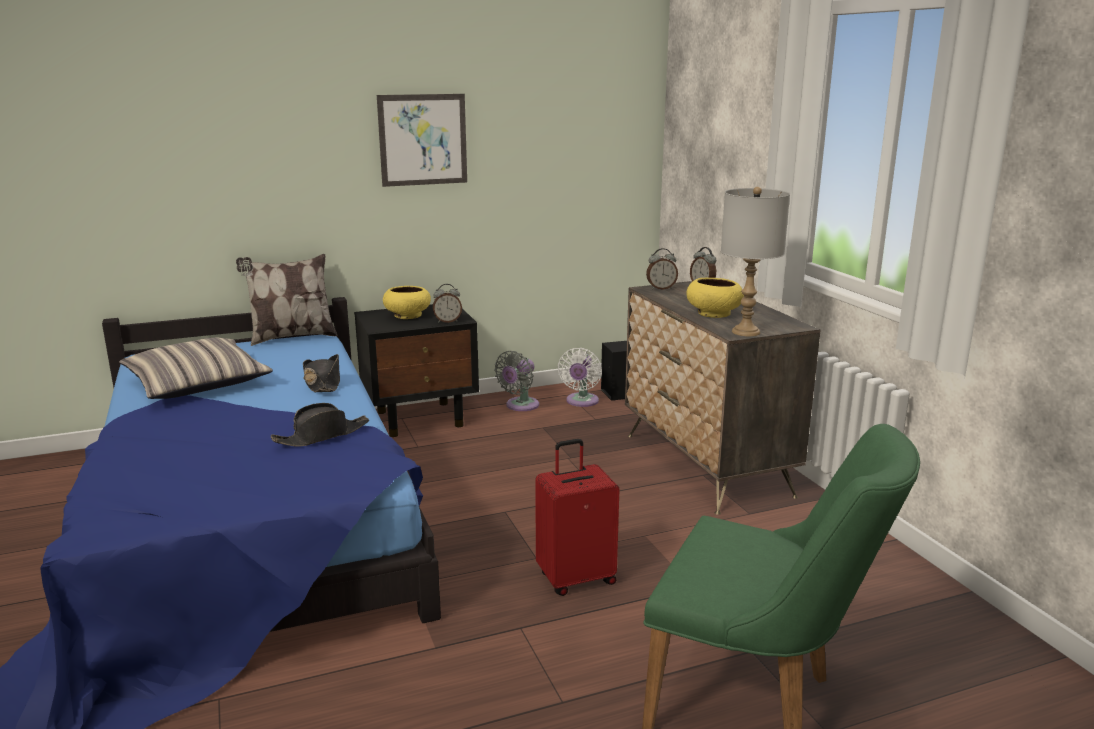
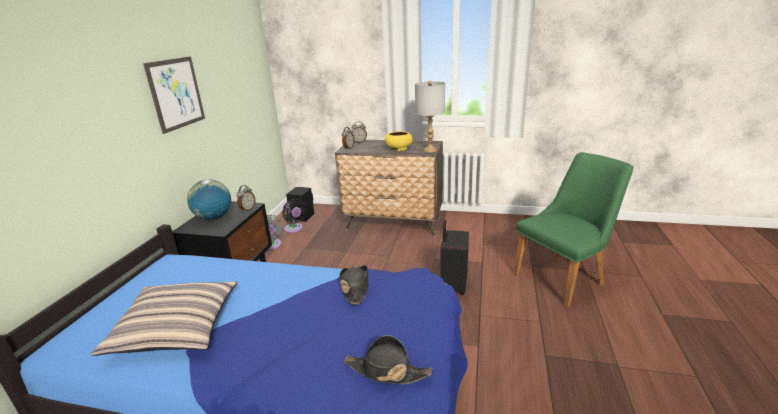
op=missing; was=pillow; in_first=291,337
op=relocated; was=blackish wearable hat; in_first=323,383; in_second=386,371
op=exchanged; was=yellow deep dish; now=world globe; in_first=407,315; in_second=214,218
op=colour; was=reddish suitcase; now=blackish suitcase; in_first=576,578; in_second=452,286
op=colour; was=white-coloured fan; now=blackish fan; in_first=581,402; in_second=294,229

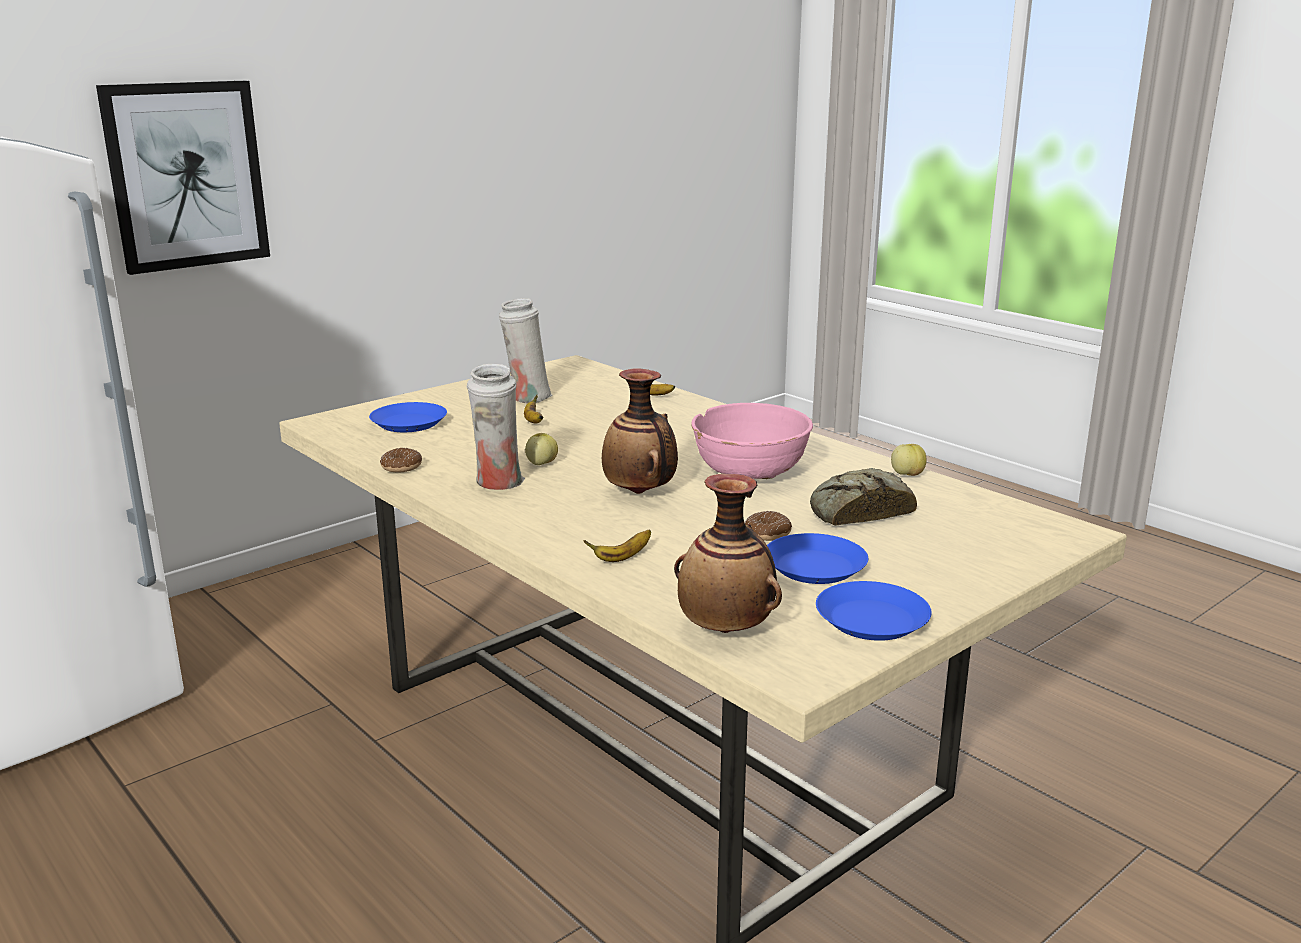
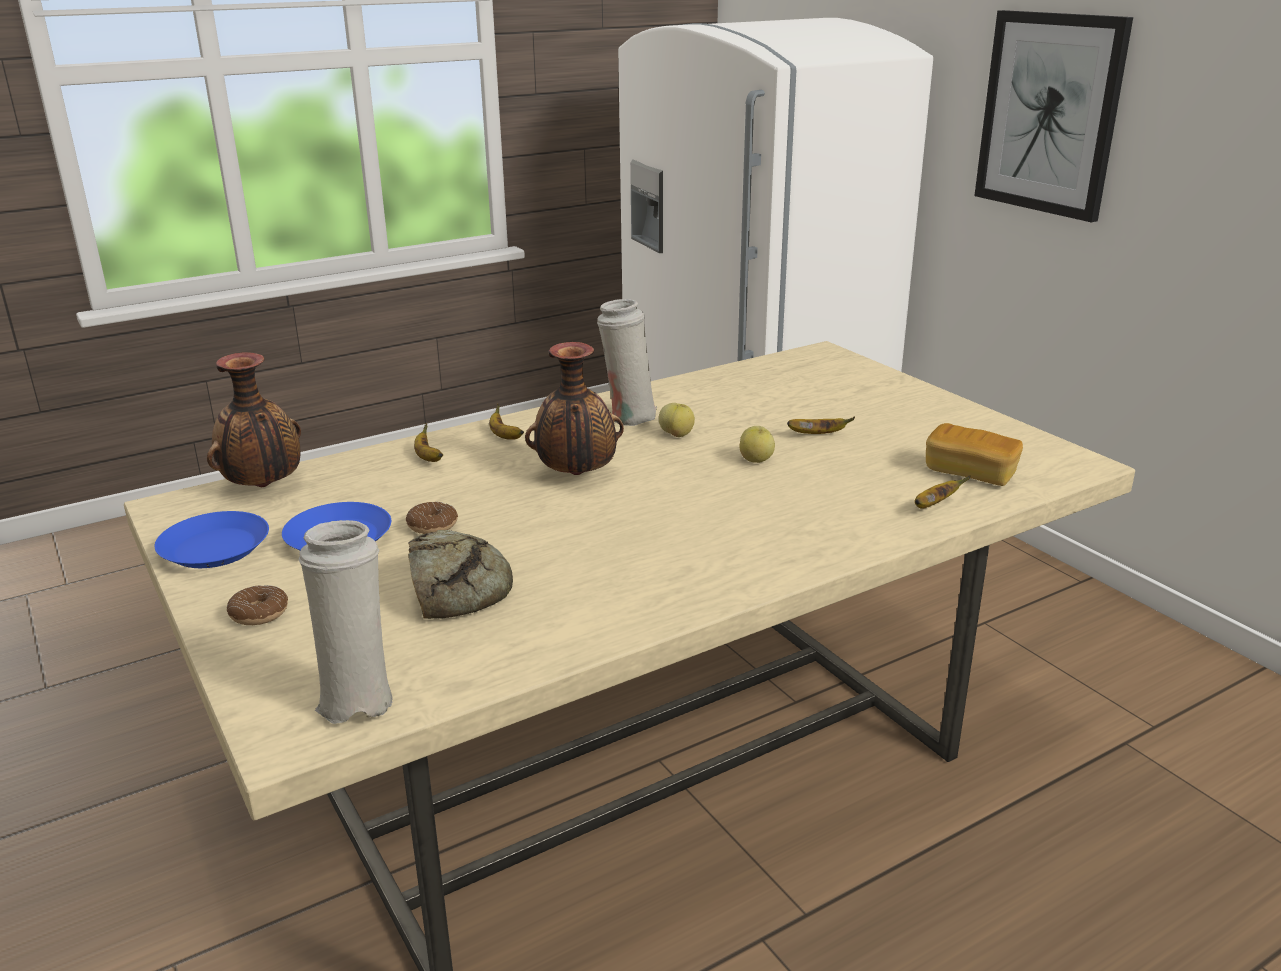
op=missing; was=blue-coloured flat dish; in_first=409,423
op=relocated; was=doughnut; in_first=401,467; in_second=259,613
op=relocated; was=white-coloured vase; in_first=527,398; in_second=357,699
op=missing; was=pinkish deep dish; in_first=750,473
op=relocated; was=apple fruit; in_first=907,474; in_second=756,460
op=appeared; now=banana fruit; in_second=504,436
op=appeared; now=bread; in_second=970,473

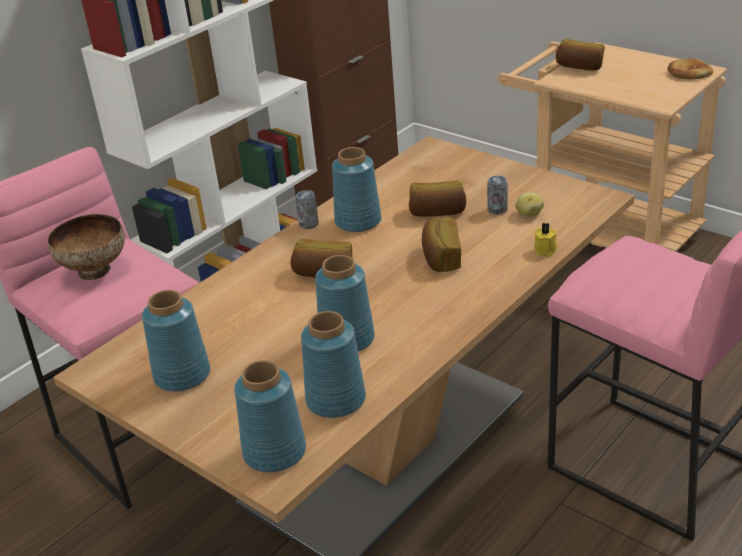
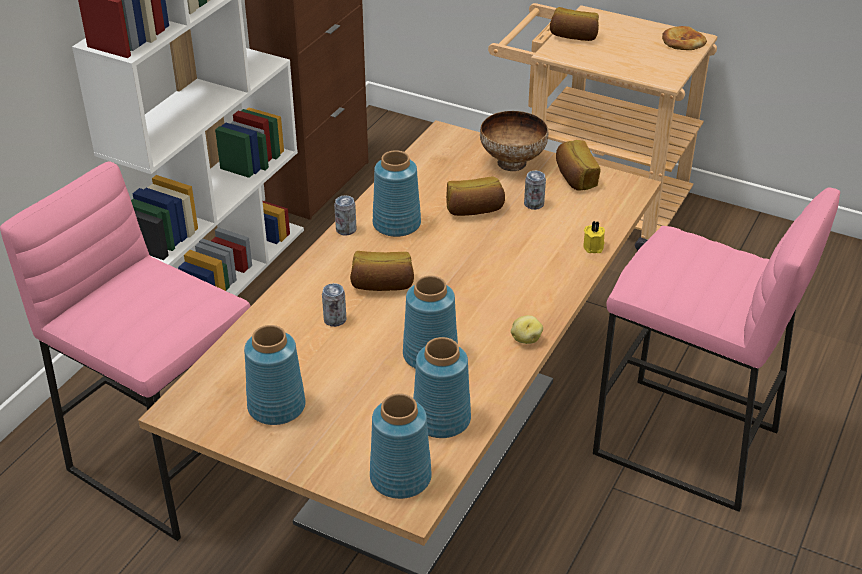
op=relocated; was=deep dish; in_first=95,271; in_second=513,163
op=relocated; was=bread; in_first=441,258; in_second=575,177
op=relocated; was=whole potato; in_first=528,214; in_second=525,339
op=appeared; now=can; in_second=335,320

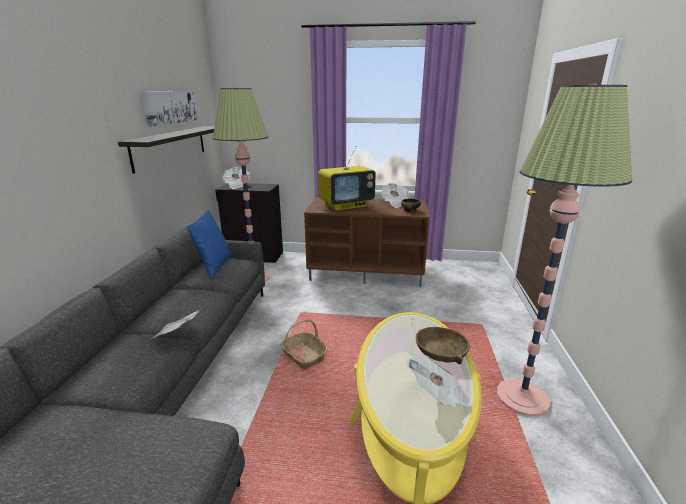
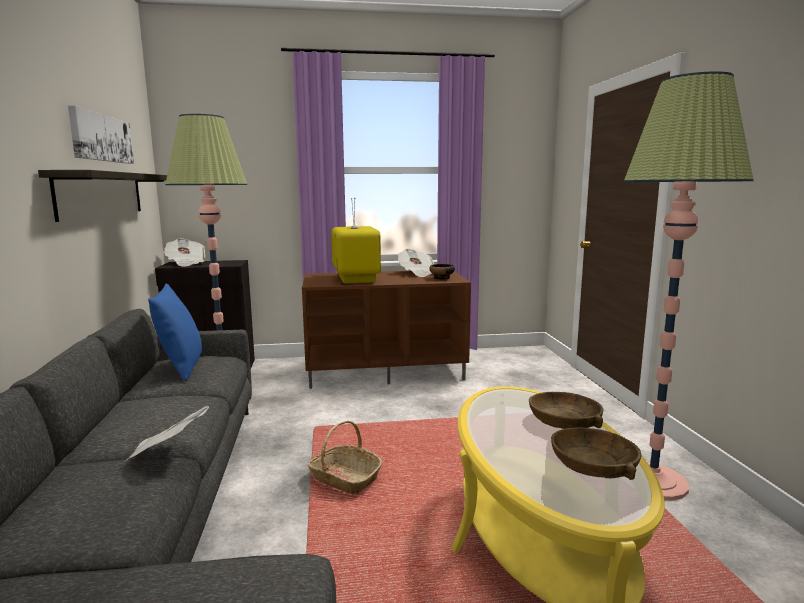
op=spun; was=TV; in_first=346,205; in_second=355,278; clockwise=-60
op=exchanged; was=daily paper; now=brown-coloured deep dish; in_first=438,395; in_second=594,464

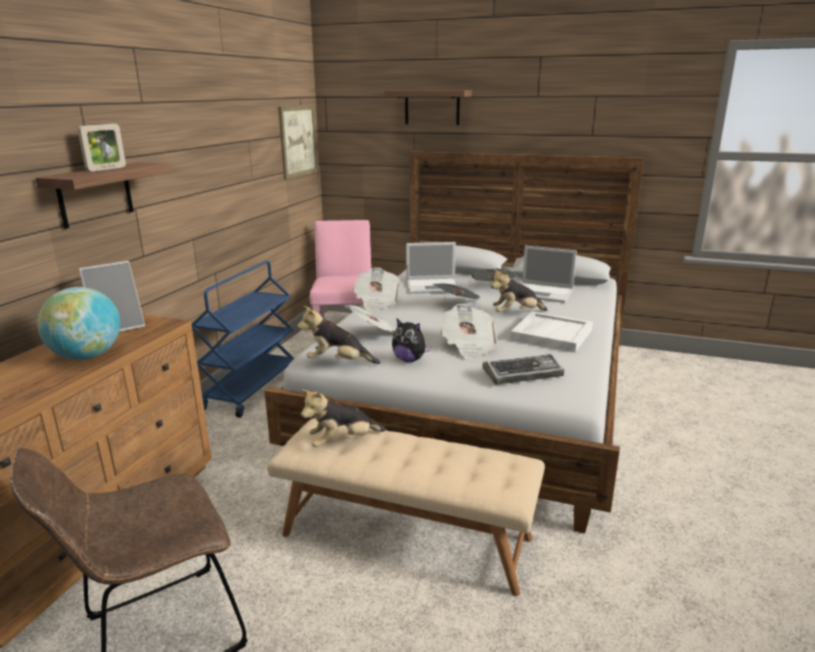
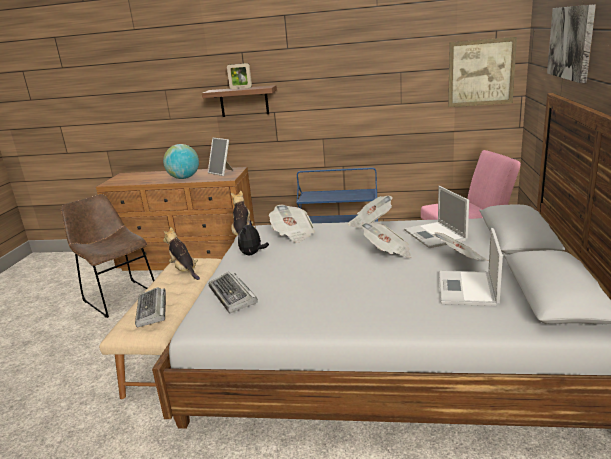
op=exchanged; was=shelf; now=wall art; in_first=432,107; in_second=571,42
op=missing; was=daily paper; in_first=468,346
op=missing; was=cuddly toy; in_first=516,313
op=missing; was=white-coloured carrying tray; in_first=551,334
op=appeared; now=PC keyboard; in_second=152,311

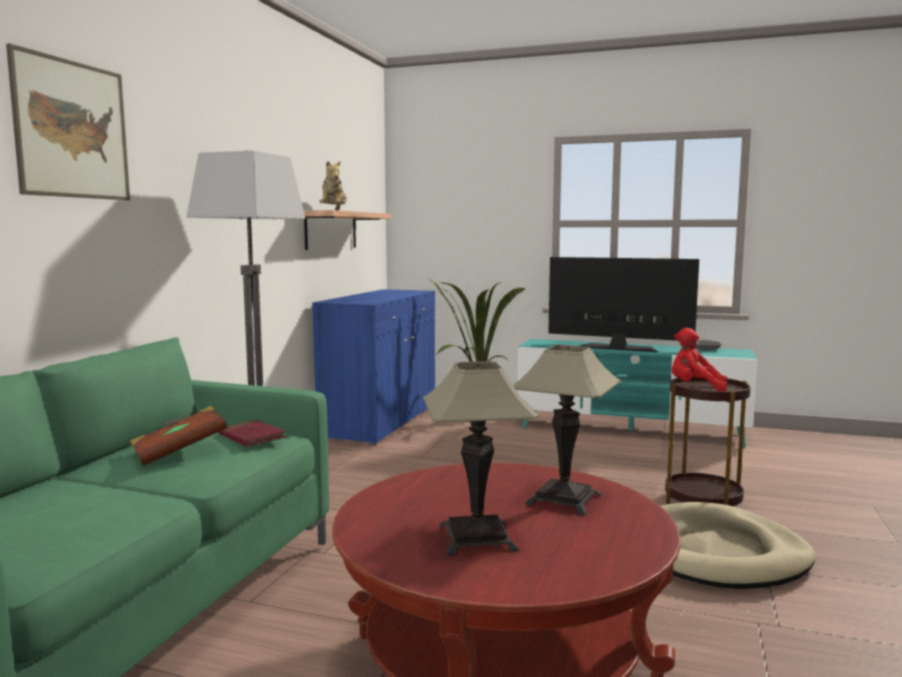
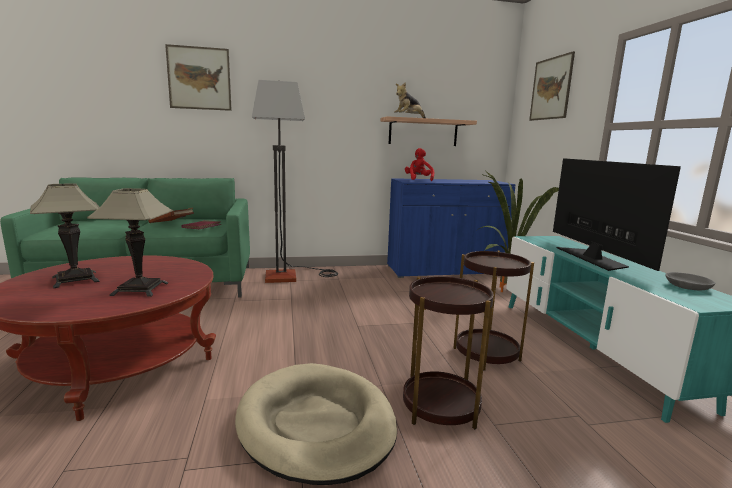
op=relocated; was=reddish cuddly toy; in_first=695,388; in_second=418,179
op=appeared; now=brown-coloured end table; in_second=486,354
op=appeared; now=wall art; in_second=551,88

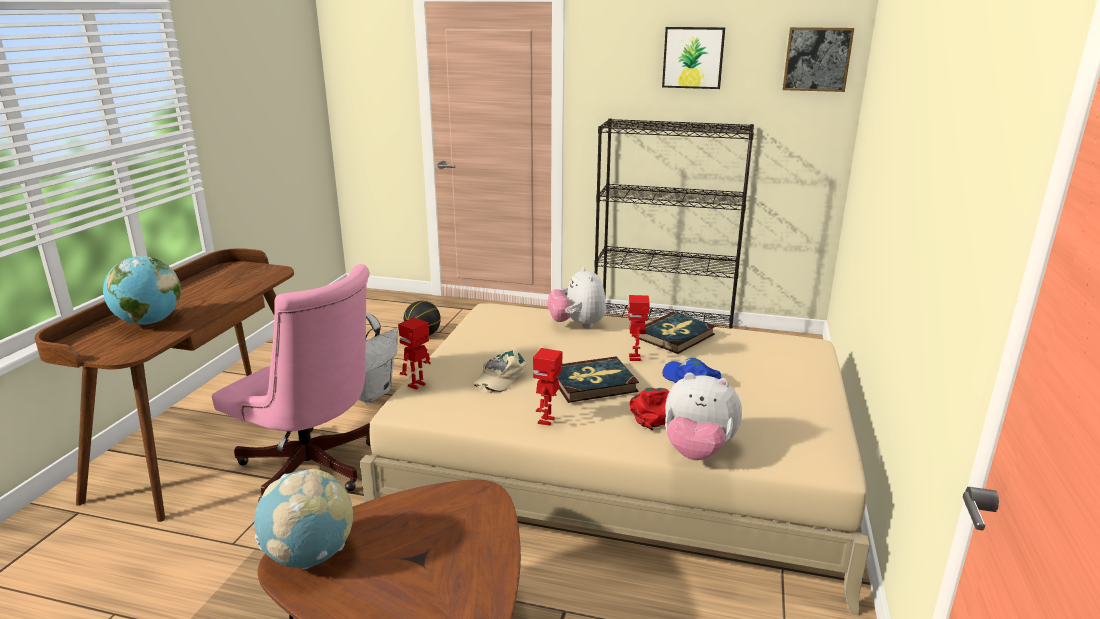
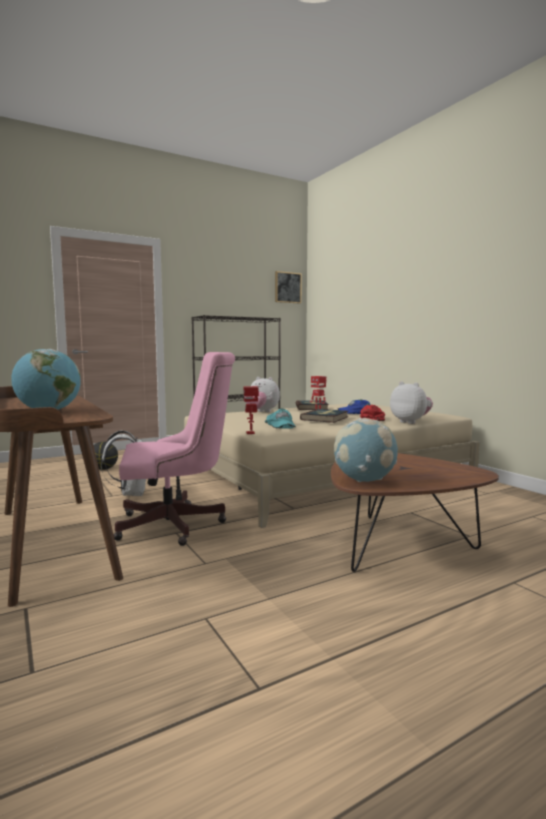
op=colour; was=beige-coloured baseball cap; now=blue-green baseball cap; in_first=499,377; in_second=280,425
op=missing; was=robot figure; in_first=547,421
op=missing; was=wall art; in_first=693,57
op=spun; was=cuddly toy; in_first=697,451; in_second=410,422; clockwise=-105

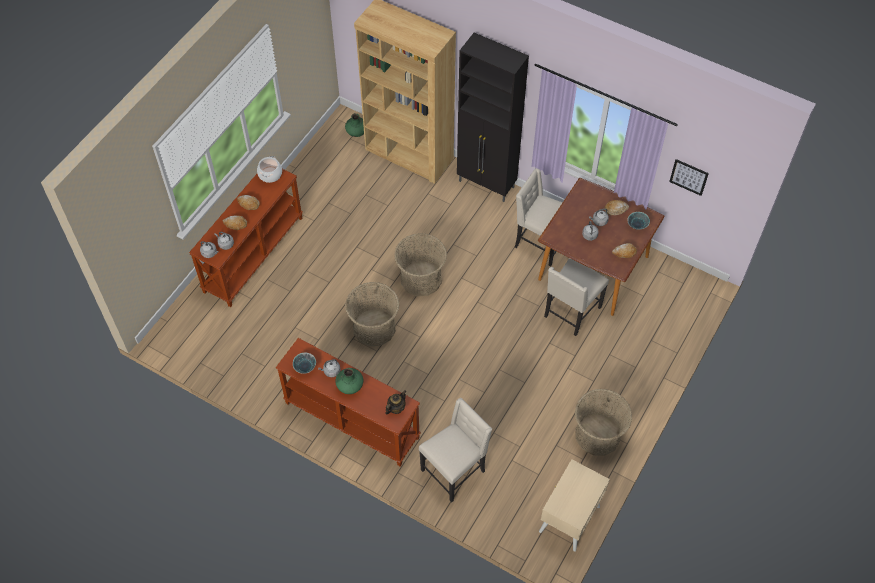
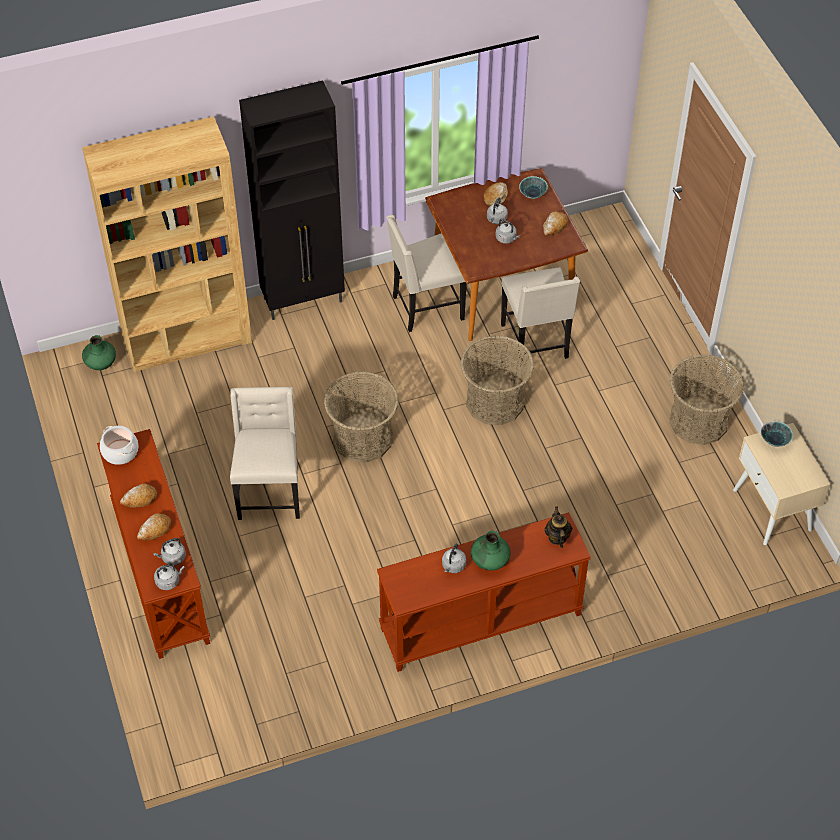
op=relocated; was=deep dish; in_first=305,368; in_second=774,441
op=relocated; was=household basket; in_first=374,327; in_second=494,402
op=relocated; was=beige-coloured plain chair; in_first=454,470; in_second=269,492
op=missing; was=wall art; in_first=689,177

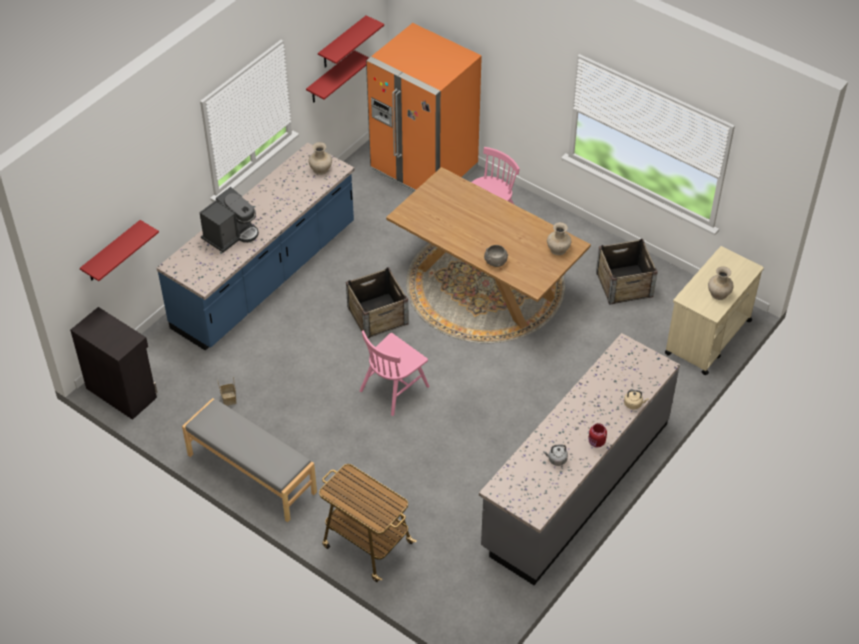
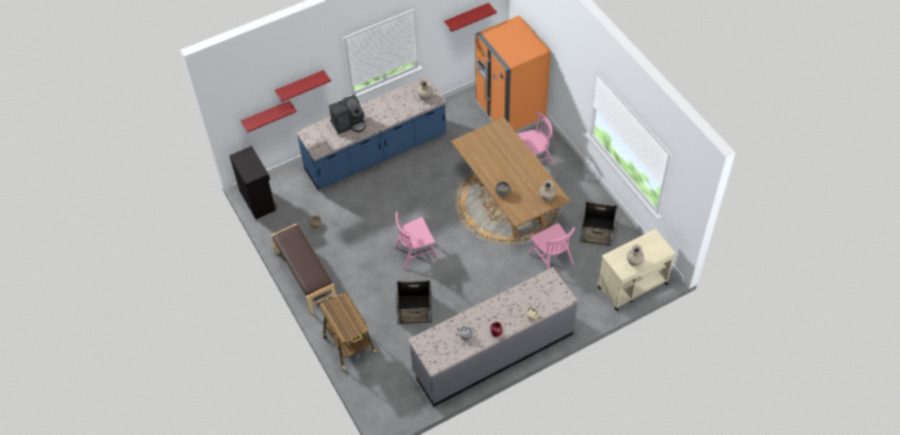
op=colour; was=grey long seat; now=brown-coloured long seat; in_first=251,474; in_second=305,277
op=relocated; was=reddish shelf; in_first=330,78; in_second=300,85
op=relocated; was=crate; in_first=377,315; in_second=414,309
op=appeared; now=pinkish plain chair; in_second=551,258

